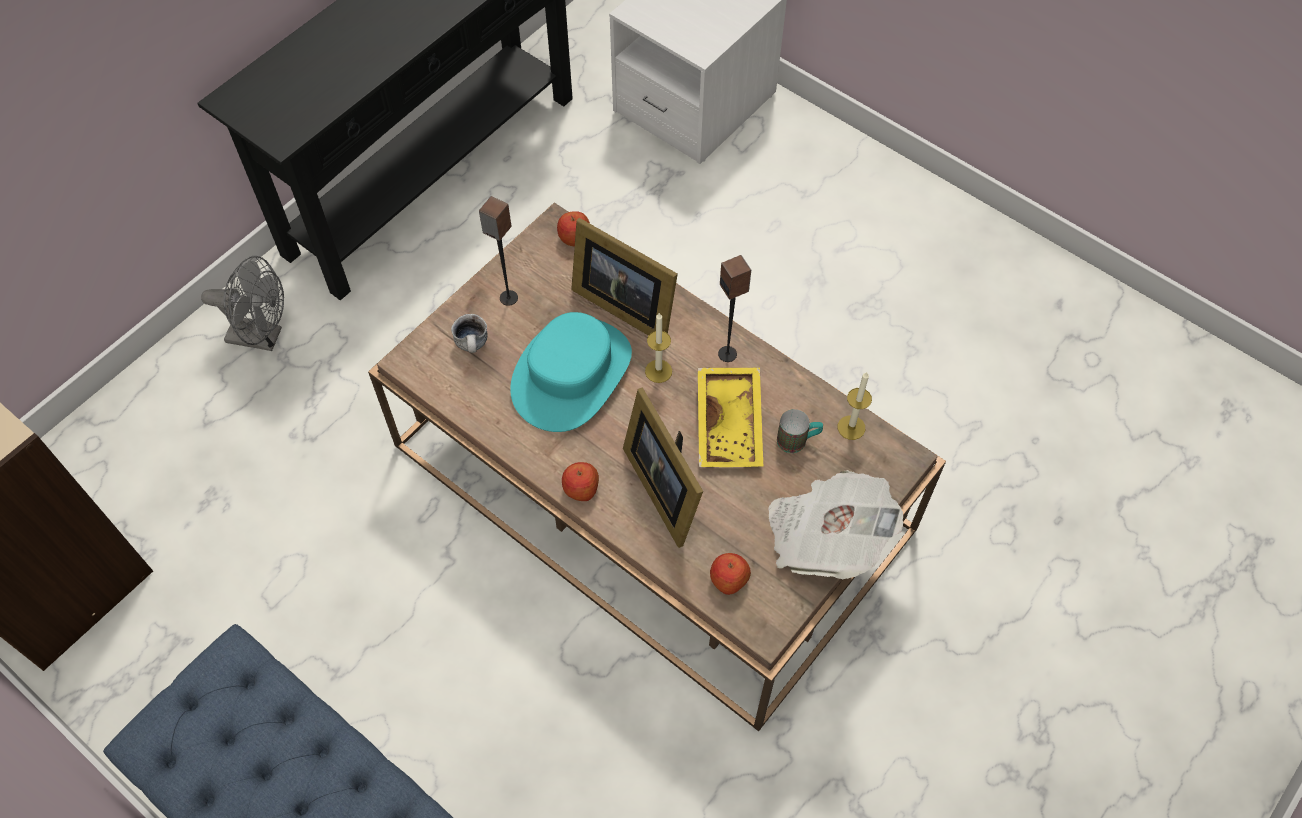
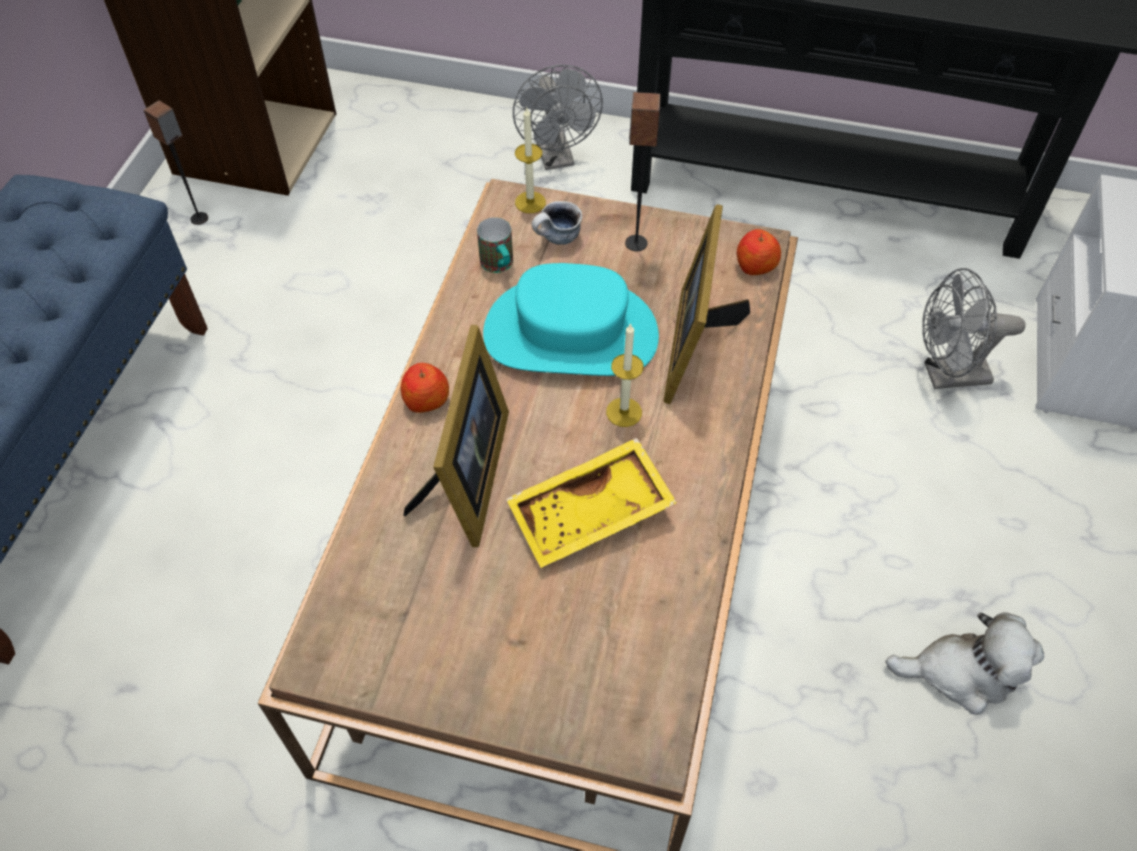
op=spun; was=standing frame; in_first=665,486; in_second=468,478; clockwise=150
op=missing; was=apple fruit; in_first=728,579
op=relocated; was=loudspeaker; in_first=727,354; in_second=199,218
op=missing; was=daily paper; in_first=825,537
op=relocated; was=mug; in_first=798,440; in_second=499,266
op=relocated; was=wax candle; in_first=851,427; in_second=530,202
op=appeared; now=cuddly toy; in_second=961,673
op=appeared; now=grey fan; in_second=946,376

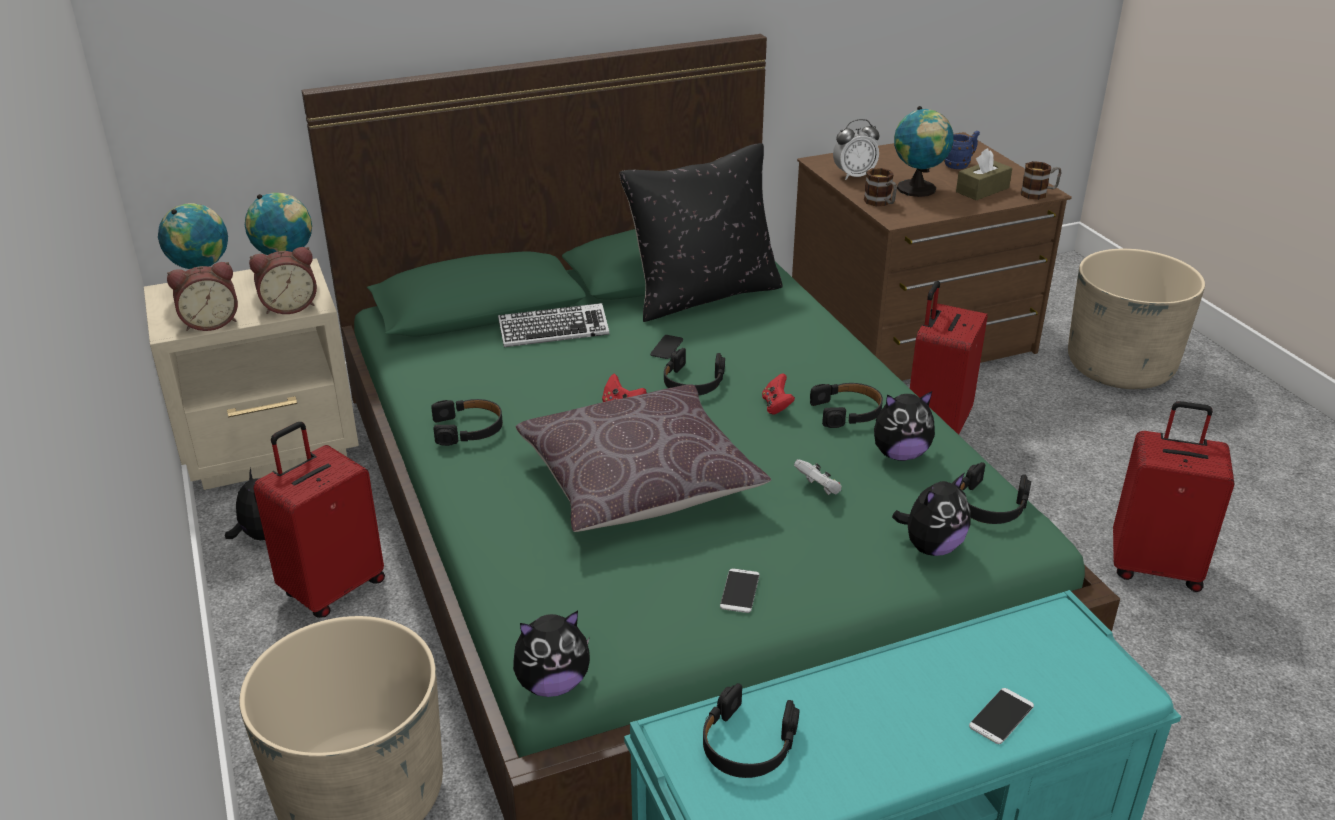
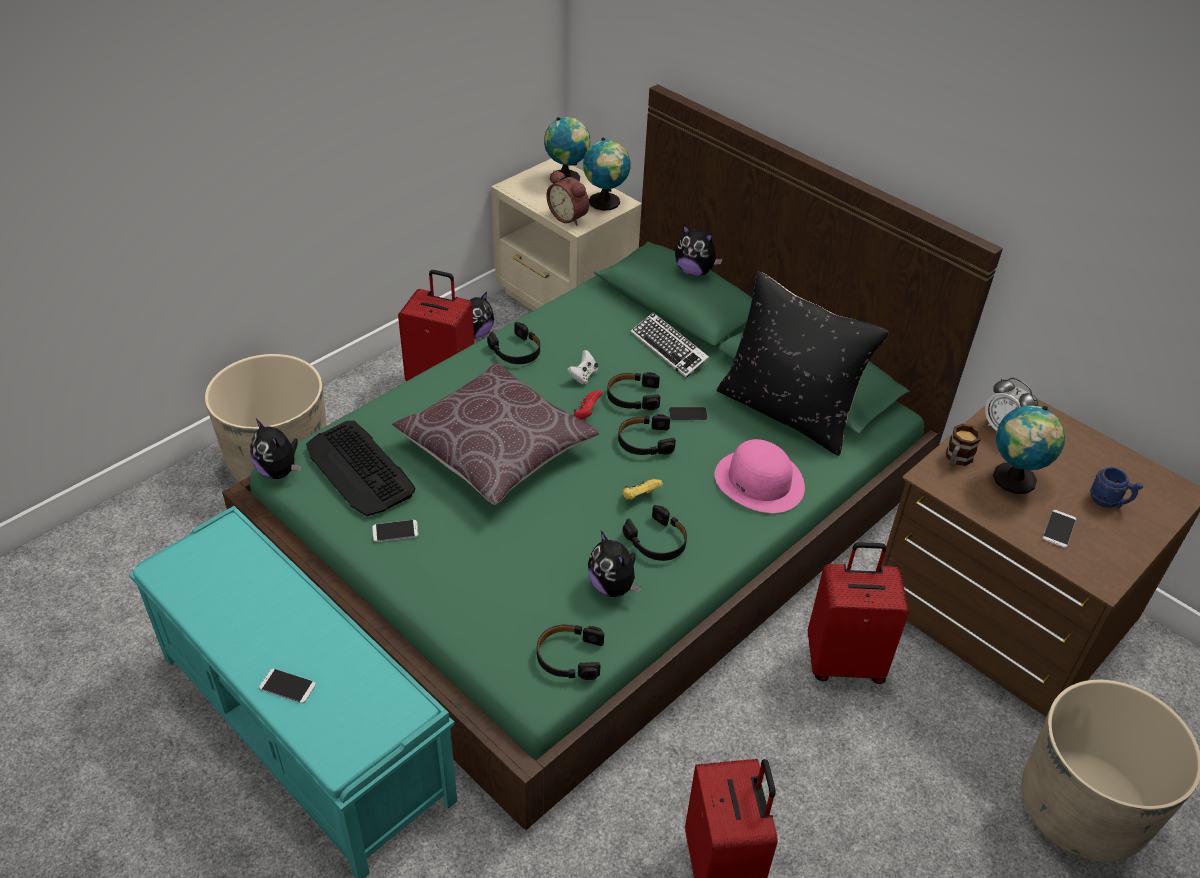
op=missing; was=table clock; in_first=210,322
op=relocated; was=blackish headphones; in_first=747,744; in_second=633,396
op=colour; was=reddish game controller; now=yellow game controller; in_first=776,406; in_second=640,497
op=relocated; was=white-coloured game controller; in_first=818,489; in_second=583,376
op=relocated; was=cuddly toy; in_first=931,547; in_second=694,271
op=exchanged; was=brown-coloured tissue holder; now=telephone; in_first=982,190; in_second=1059,529
op=missing; was=mug; in_first=1039,193
op=appeared; now=PC keyboard; in_second=359,469
op=appeared; now=pinkish wearable hat; in_second=759,481

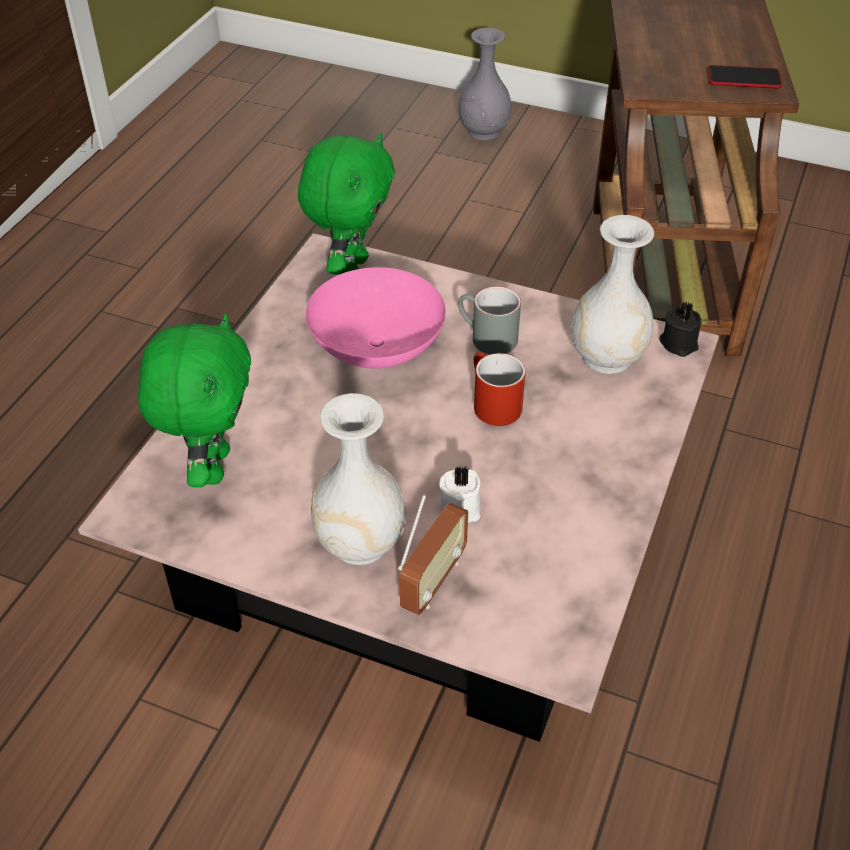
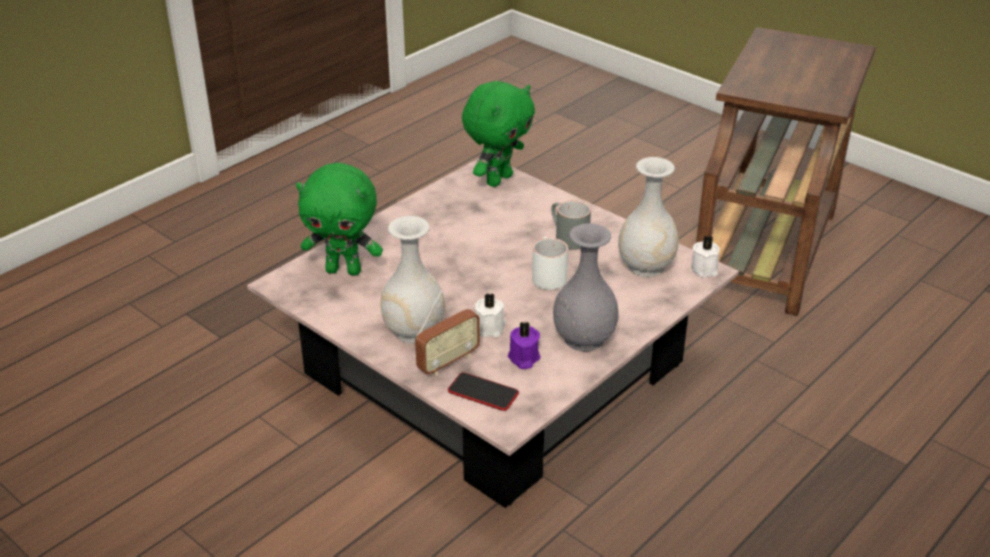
op=spun; was=green-coloured cuddly toy; in_first=212,466; in_second=344,270; clockwise=75
op=missing; was=pinkish deep dish; in_first=377,348
op=relocated; was=grey vase; in_first=483,131; in_second=584,338
op=colour; was=reddish mug; now=white-coloured mug; in_first=491,403; in_second=546,275
op=colour; was=blackish wax candle; now=white-coloured wax candle; in_first=679,342; in_second=705,268
op=relocated; was=telephone; in_first=743,79; in_second=483,392
op=appeared; now=purple-coloured wax candle; in_second=523,358

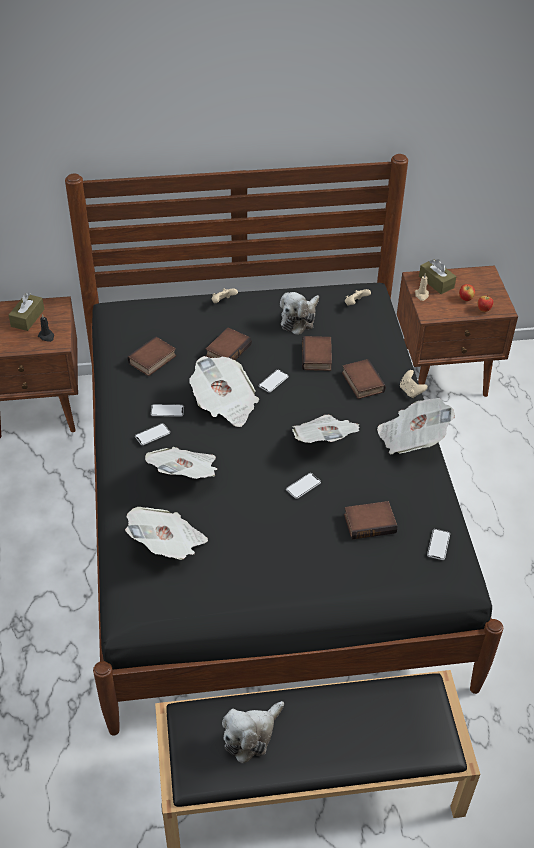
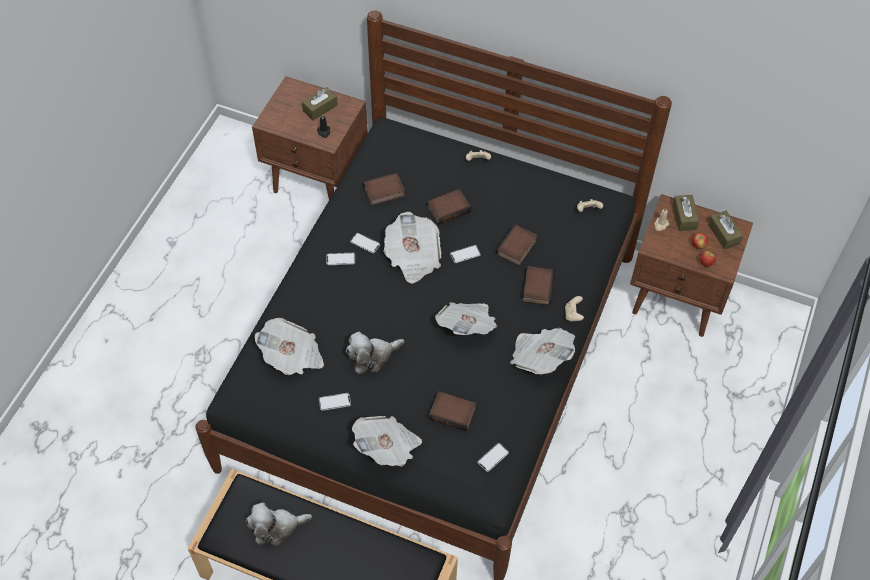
op=relocated; was=daily paper; in_first=185,475; in_second=388,448
op=relocated; was=cuddly toy; in_first=299,319; in_second=372,357
op=relocated; was=telephone; in_first=303,486; in_second=334,402
op=appeared; now=brown-coloured tissue holder; in_second=723,234

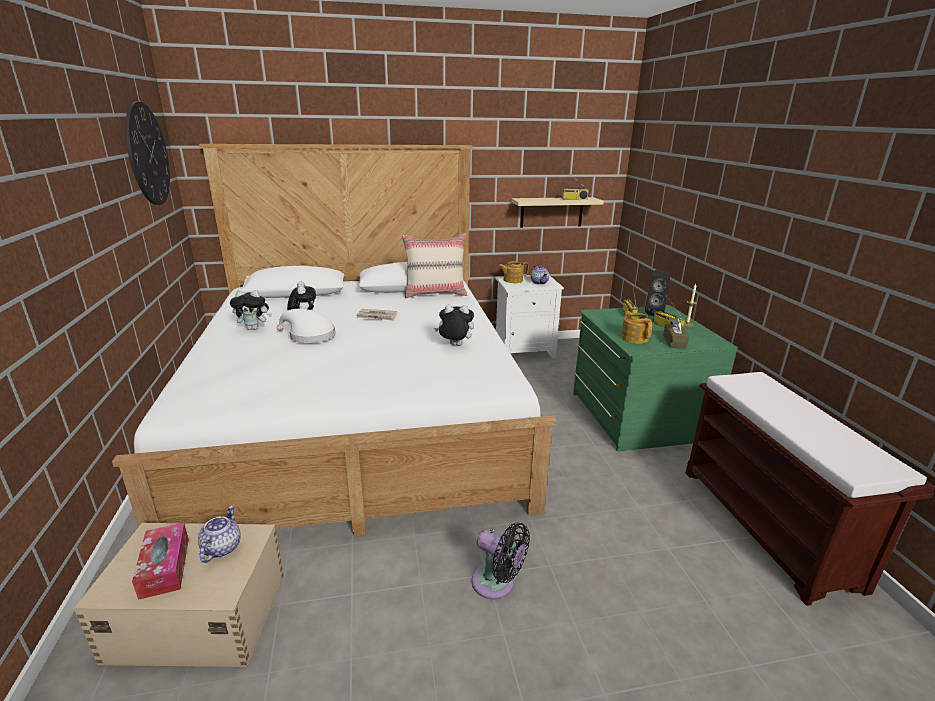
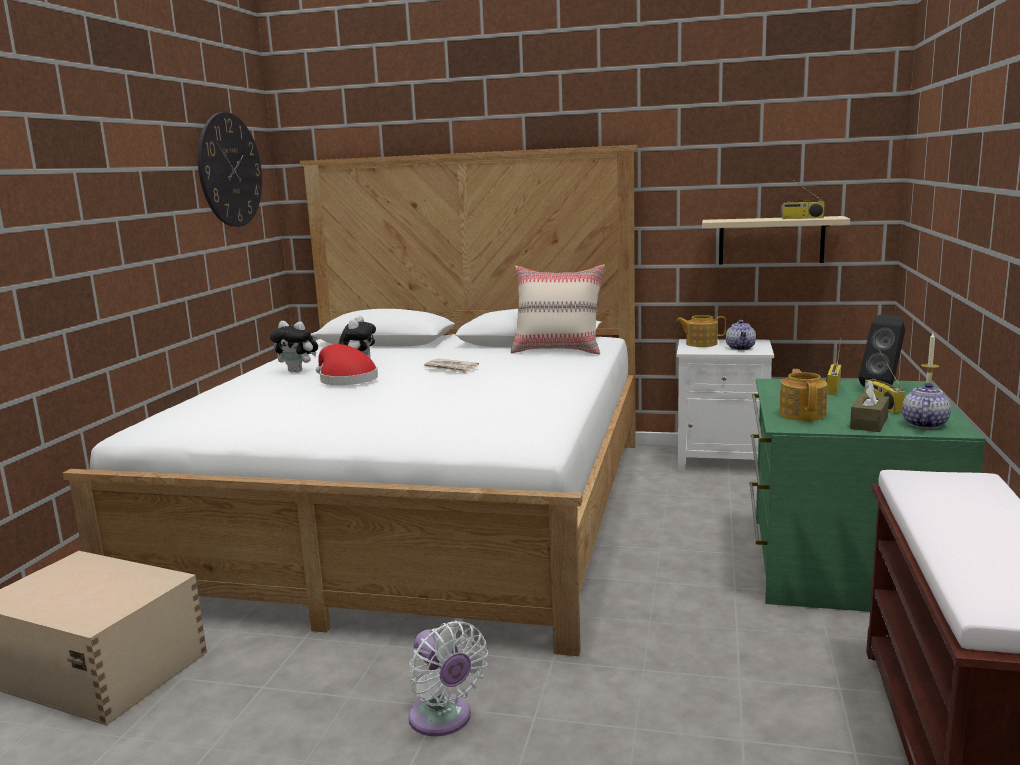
op=missing; was=tissue holder; in_first=165,567
op=relocated; was=pot for tea; in_first=221,548; in_second=923,424
op=colour; was=white-coloured wearable hat; now=reddish wearable hat; in_first=309,335; in_second=345,380
op=missing; was=cuddly toy; in_first=454,346
op=colour; was=blackish fan; now=white-coloured fan; in_first=497,584; in_second=443,720

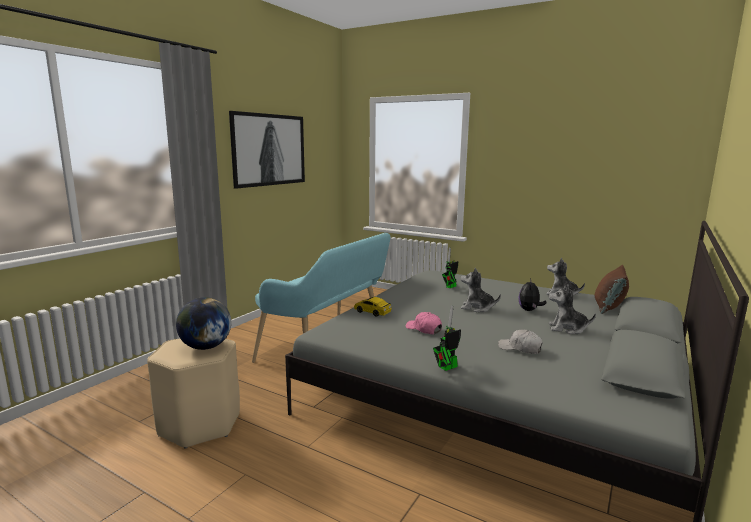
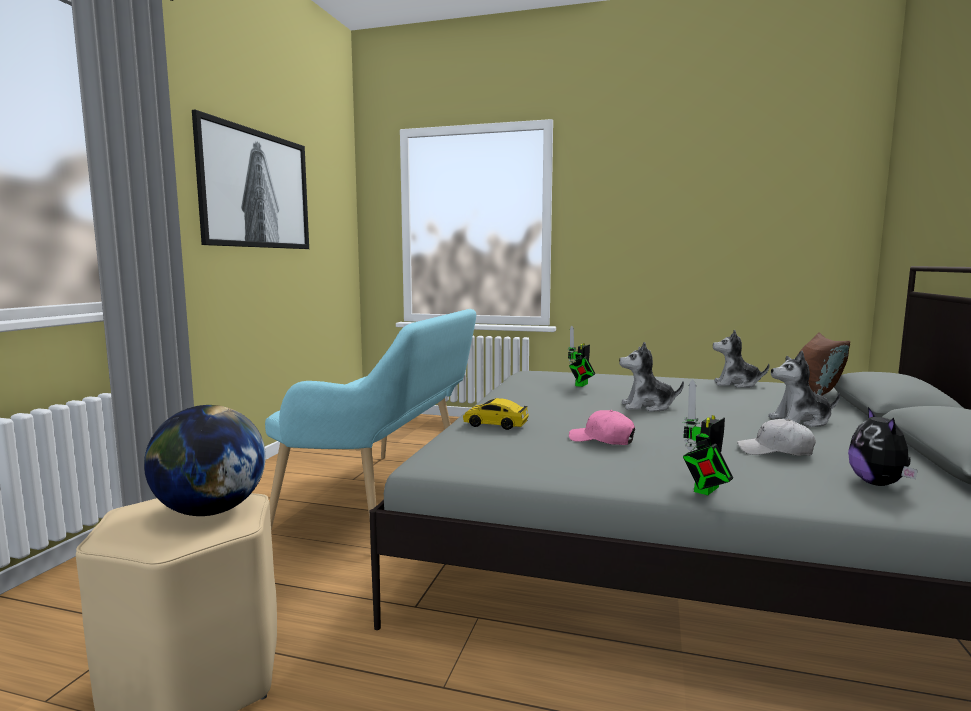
op=relocated; was=cuddly toy; in_first=529,310; in_second=879,484

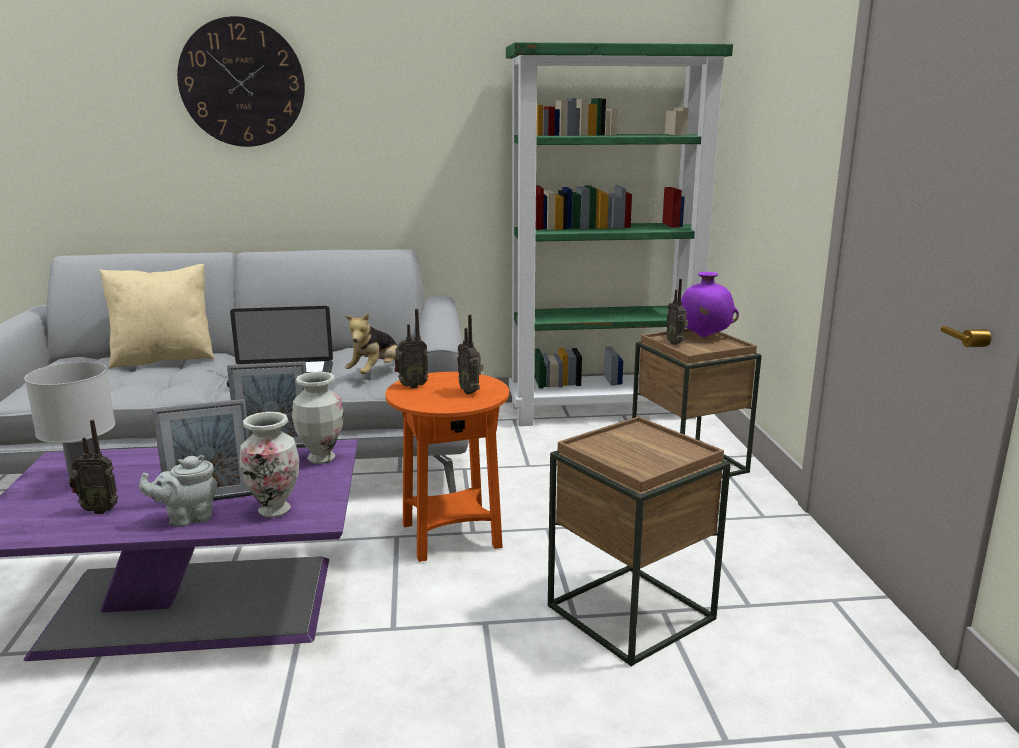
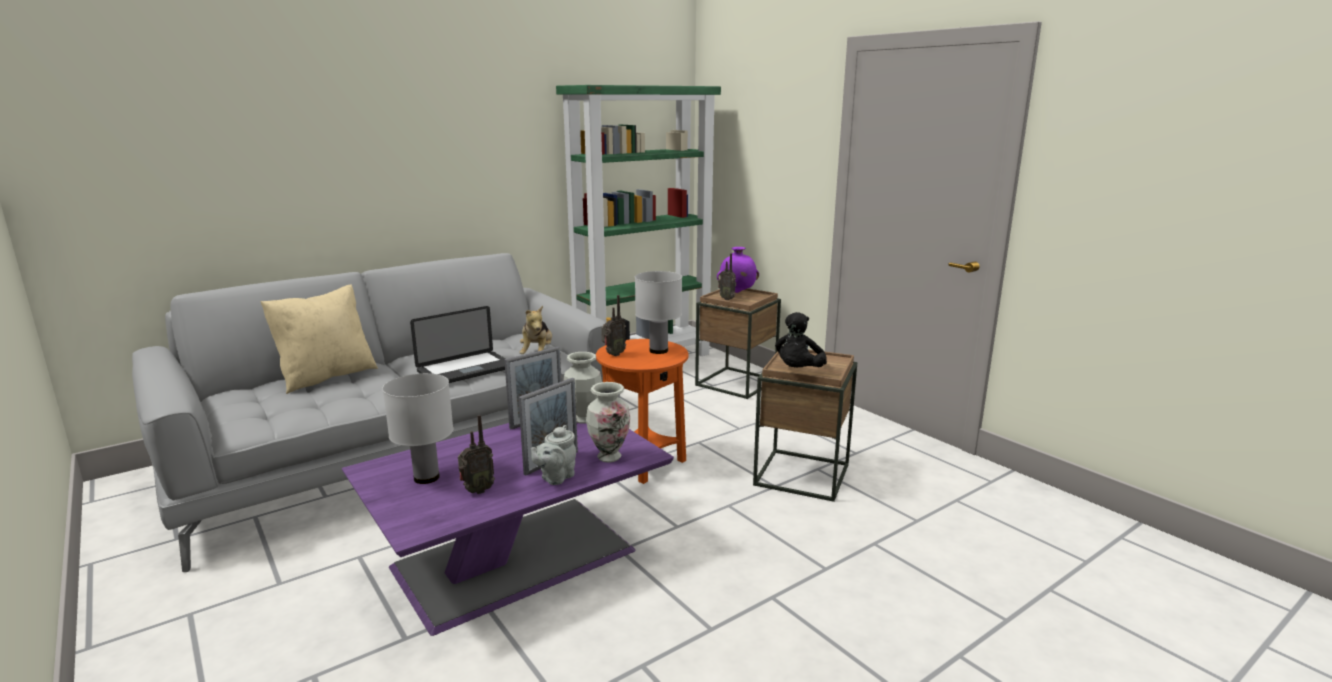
op=missing; was=clock on the wall; in_first=242,83
op=exchanged; was=radio receiver; now=white-coloured tabletop lamp; in_first=470,391; in_second=659,350
op=appeared; now=blackish cuddly toy; in_second=798,371

